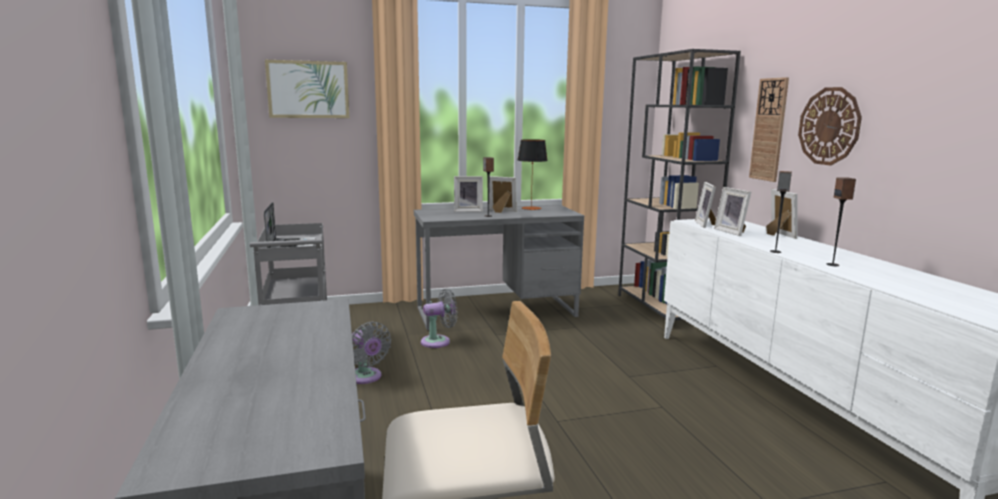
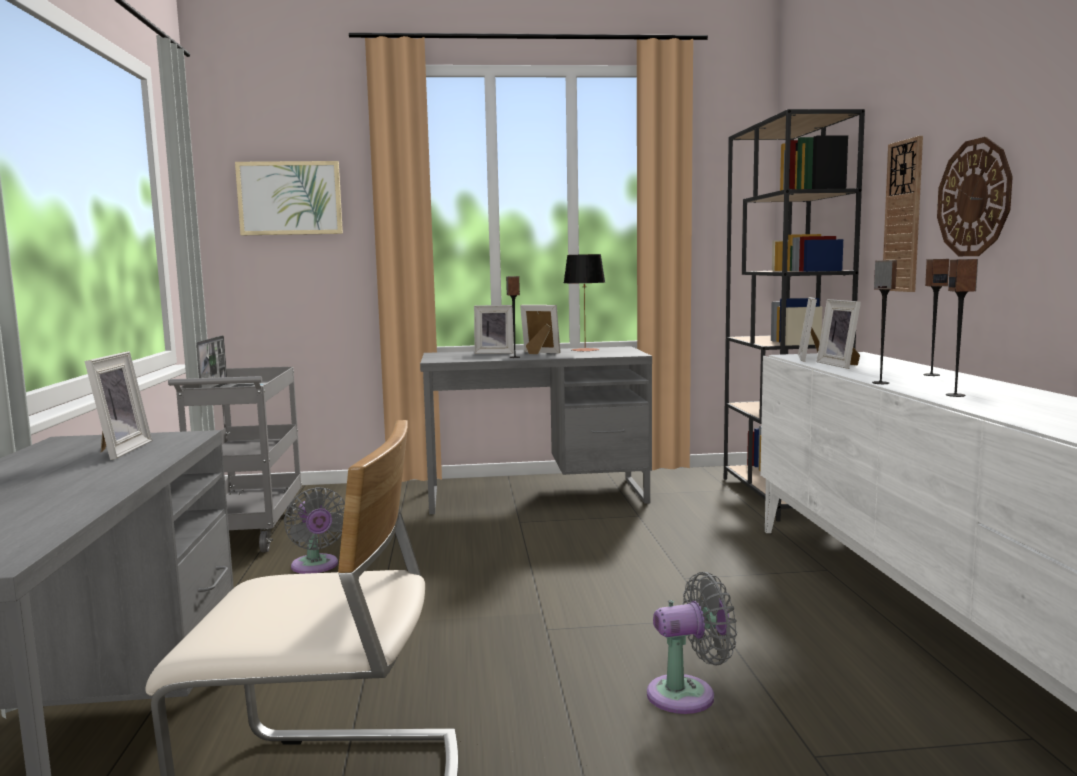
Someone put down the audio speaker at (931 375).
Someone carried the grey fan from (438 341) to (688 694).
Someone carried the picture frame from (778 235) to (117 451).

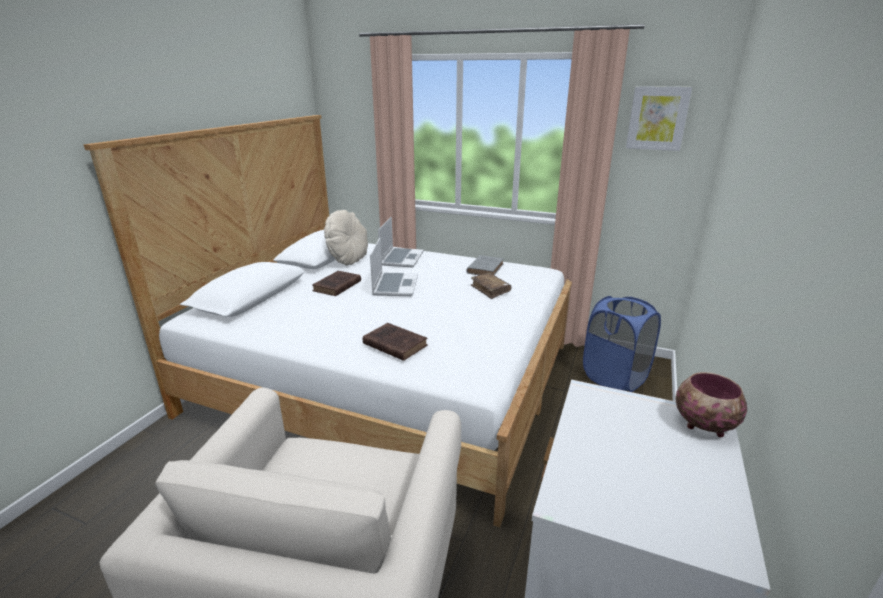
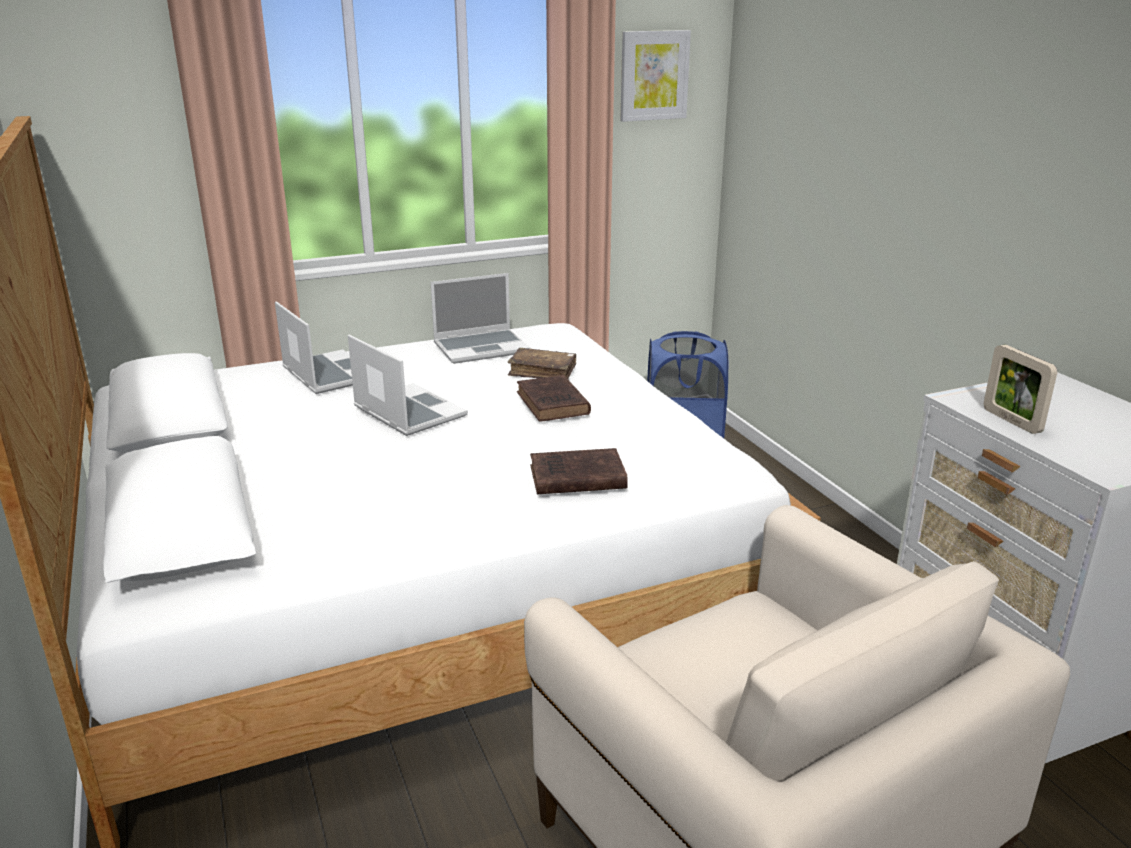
Someone took away the sand-coloured cushion at (348 261).
Someone took away the deep dish at (703 425).
Someone put down the picture frame at (1011 421).
Someone carried the brownish volume from (336 286) to (553 404).
Someone swapped the grey volume at (485 268) for the portable computer at (482 348).

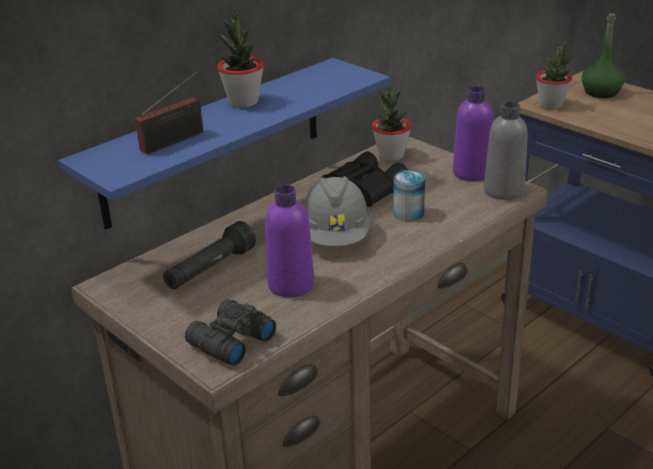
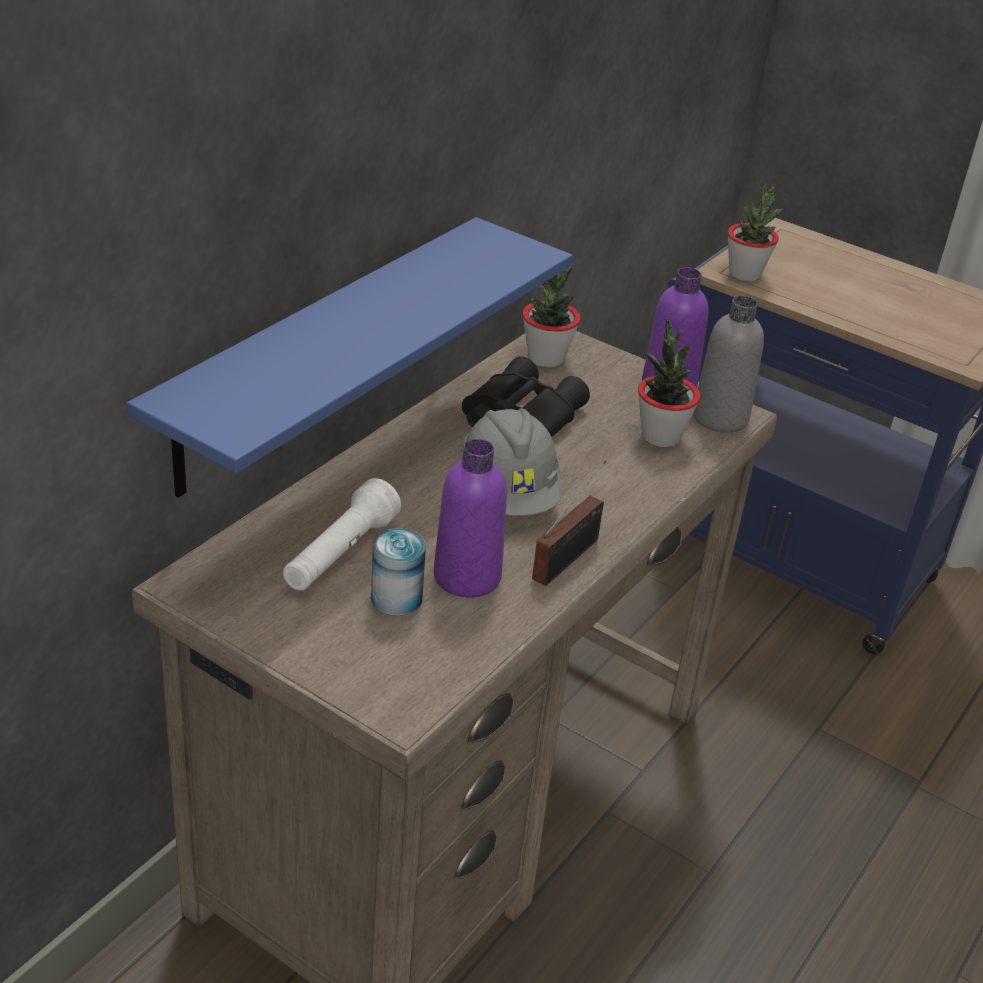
Someone took away the blackish field glasses at (229 341).
Someone took away the greenish drink bottle at (601 92).
Someone carried the radio set from (176 140) to (569 557).
Someone carried the plant in a pot from (243 102) to (660 436).
Someone carried the can from (408 213) to (396 598).
Someone repainted the blackish flashlight at (210 270), which became the white-coloured flashlight at (340 554).

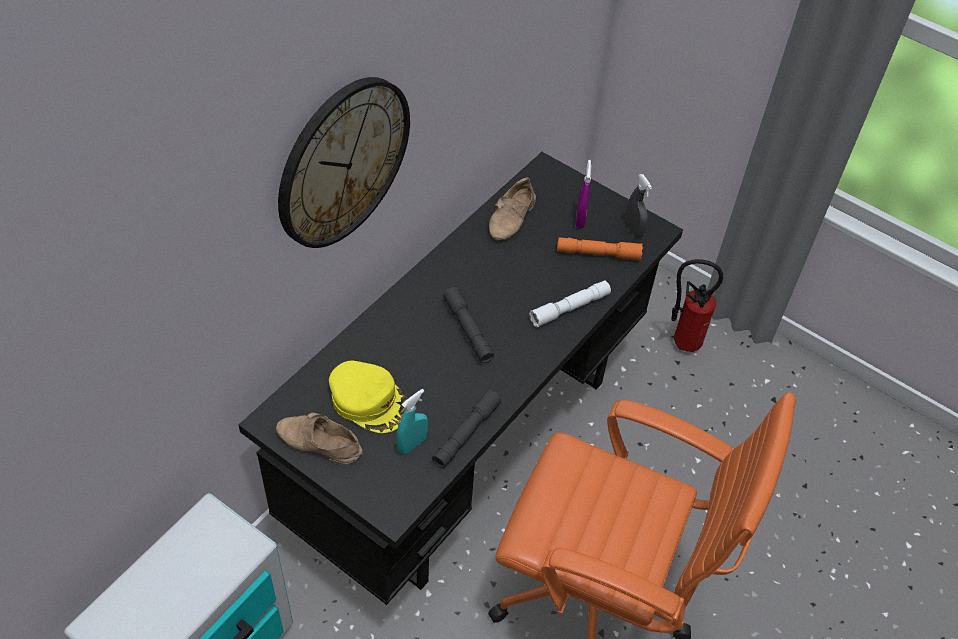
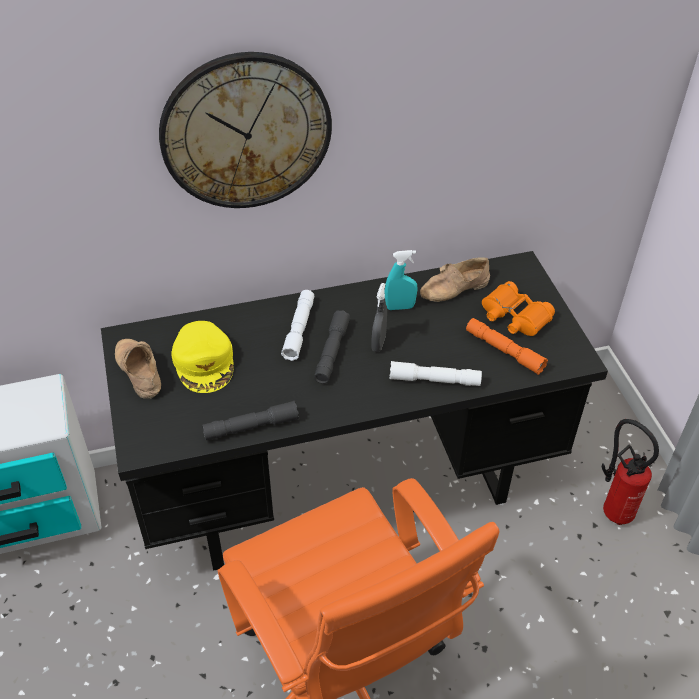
Someone put down the white-coloured flashlight at (299 329).
Someone carried the turquoise sprayer from (412 444) to (399 307).
Someone carried the grey sprayer from (633 230) to (378 343).
Someone swapped the purple-coloured sprayer at (580 219) for the orangey field glasses at (514 317).

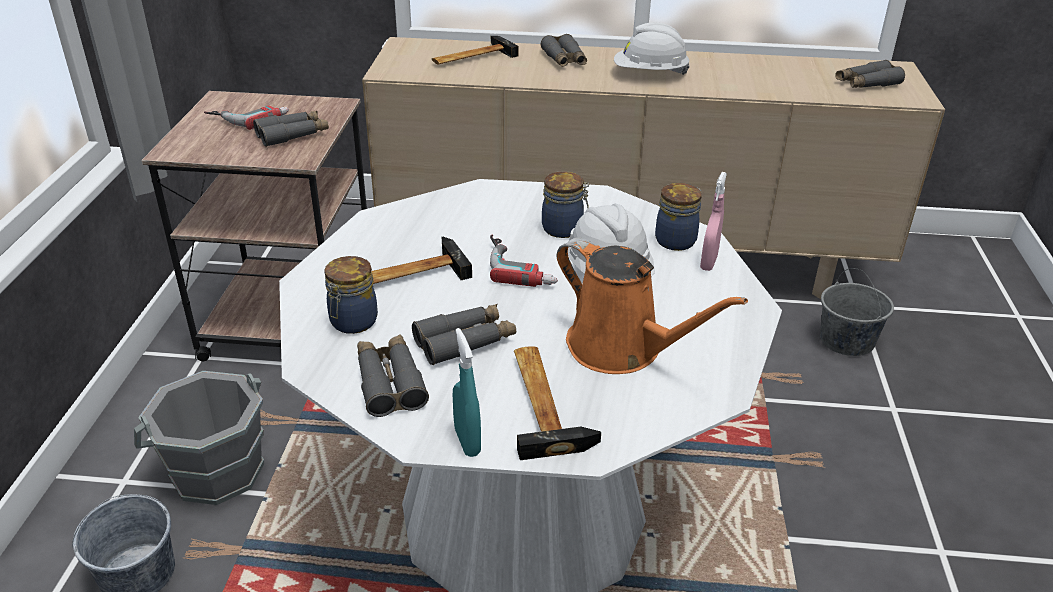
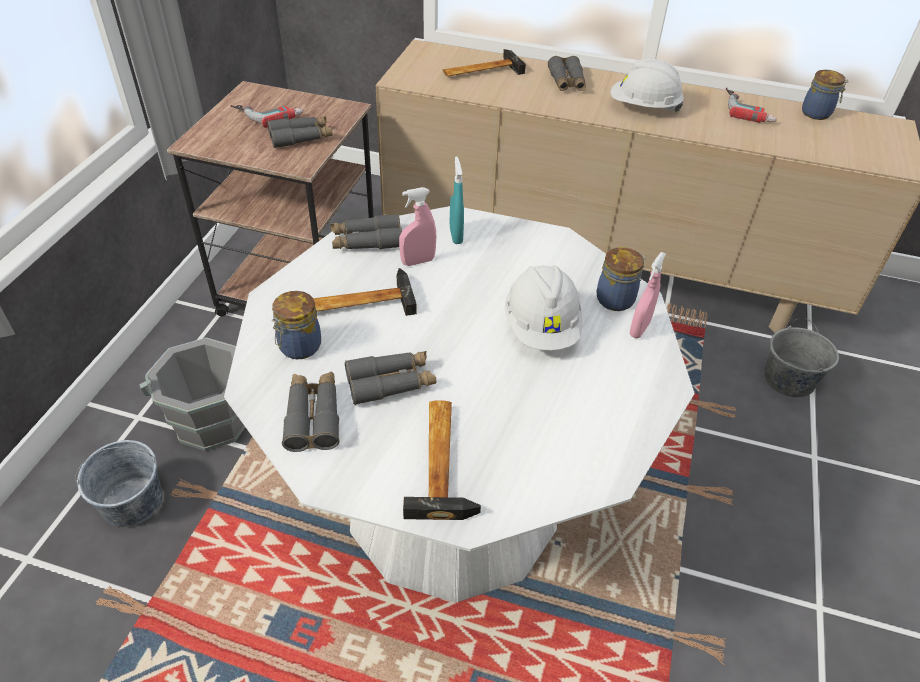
Someone took away the orangey watering pot at (621 349).
Someone put down the pinkish sprayer at (418 261).
Someone carried the turquoise sprayer from (467 441) to (456 235).
Someone carried the drill from (522 265) to (748 109).
Someone carried the preserve jar from (564 229) to (817 113).
Someone carried the grey field glasses from (867 83) to (367 241).

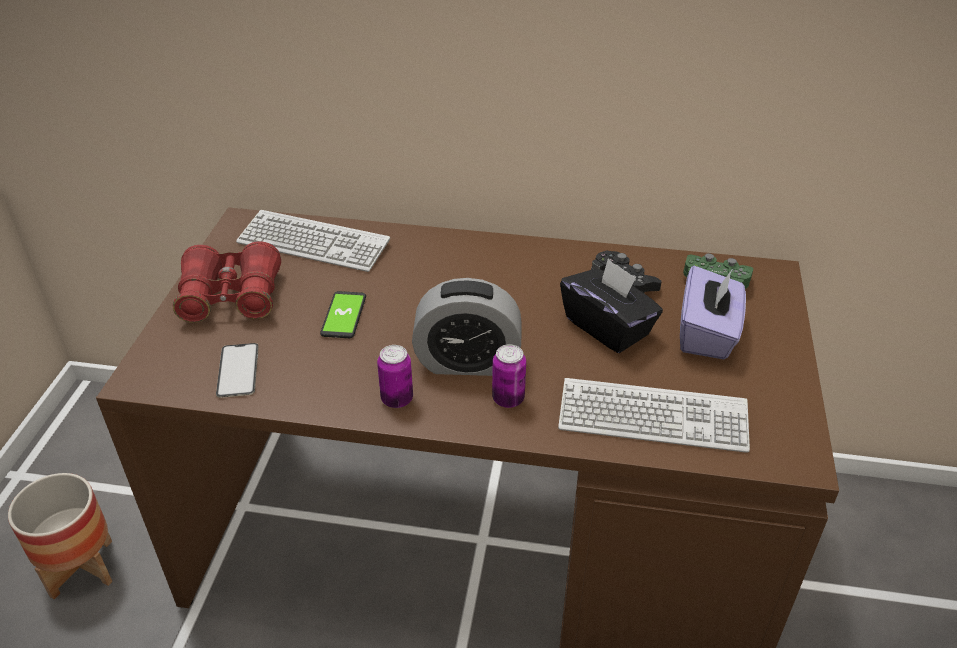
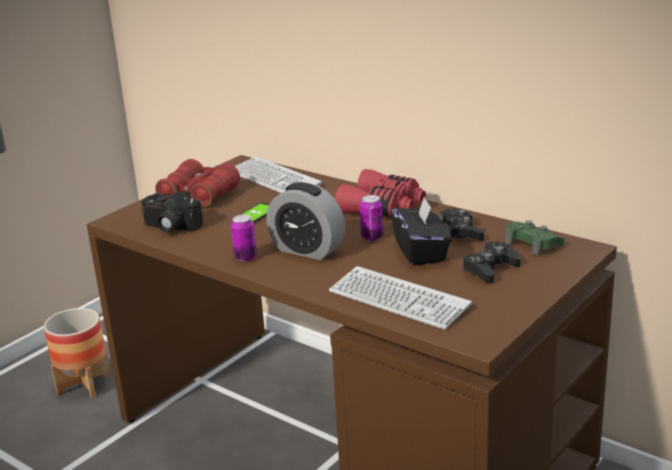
Someone put down the reddish field glasses at (384 208).
Someone carried the can from (508 399) to (372 237).
Someone swapped the phone at (238 370) for the still camera at (170 227).
Someone swapped the purple-coloured tissue box at (707 334) for the blackish joypad at (490 269).

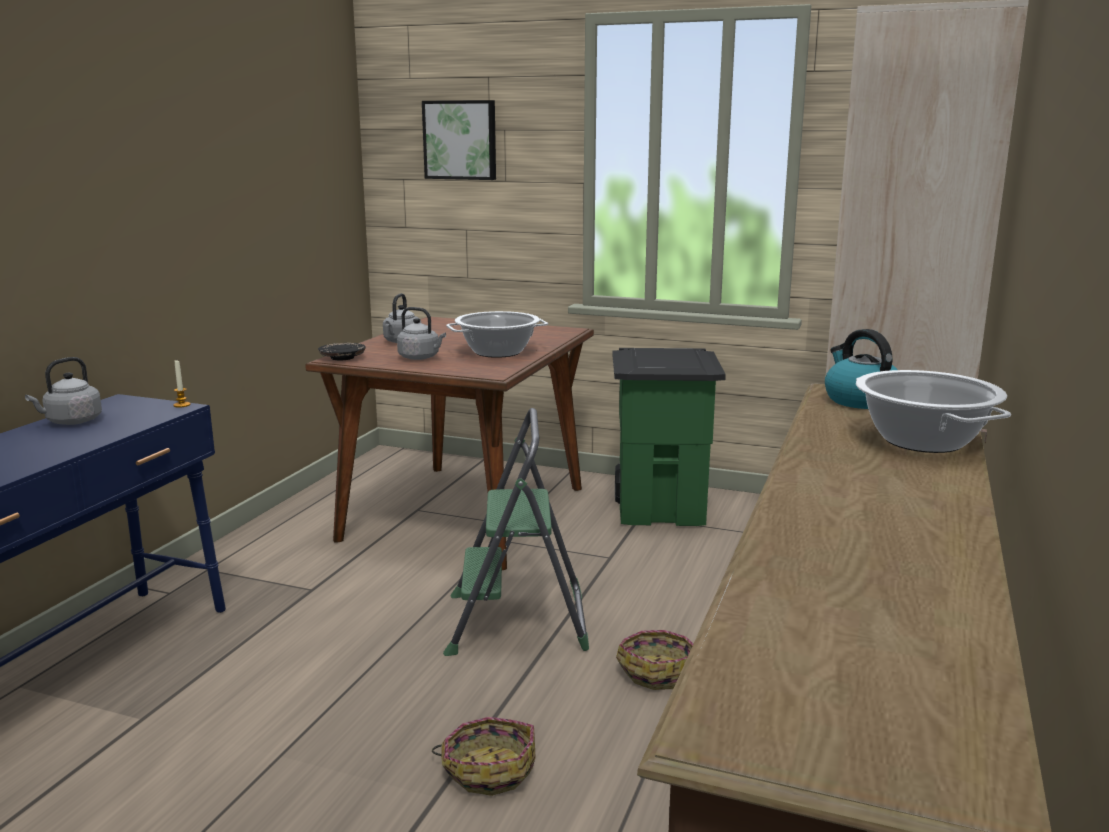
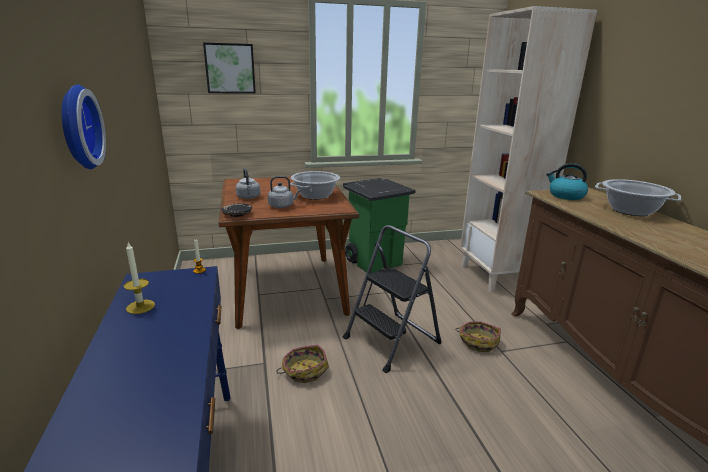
Someone put up the wall clock at (76 128).
Someone carried the household basket from (488 769) to (304 370).
Someone swapped the grey water kettle at (71 422) for the candle at (140 306).
Someone repainted the greenish stepladder at (523 621), which became the blackish stepladder at (395 339).

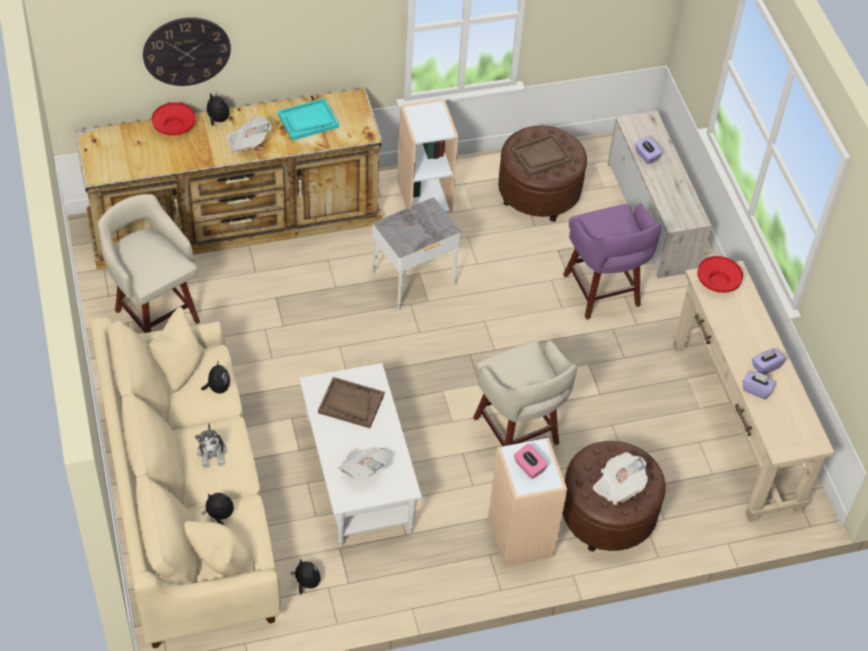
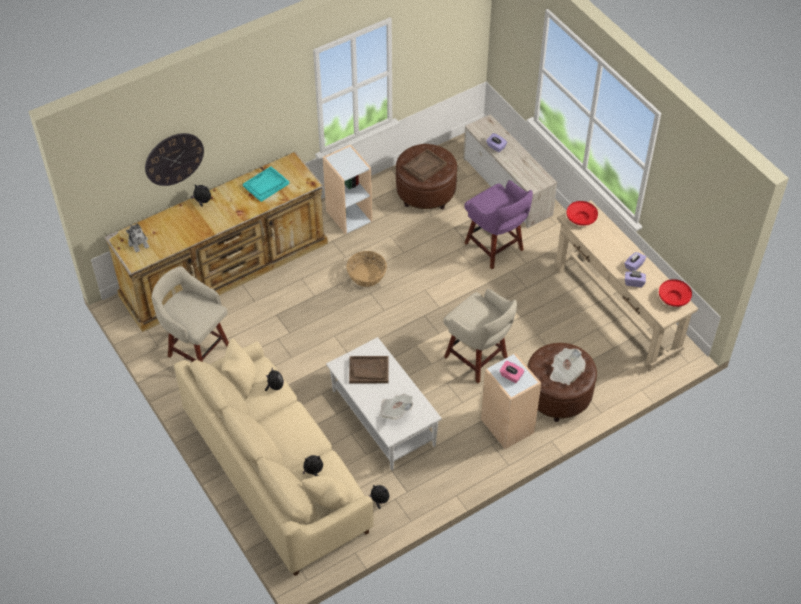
Someone took away the daily paper at (248 143).
Someone carried the reddish deep dish from (174 127) to (673 298).
Someone carried the cuddly toy from (212 453) to (138 242).
Someone swapped the side table at (415 279) for the household basket at (366 275).

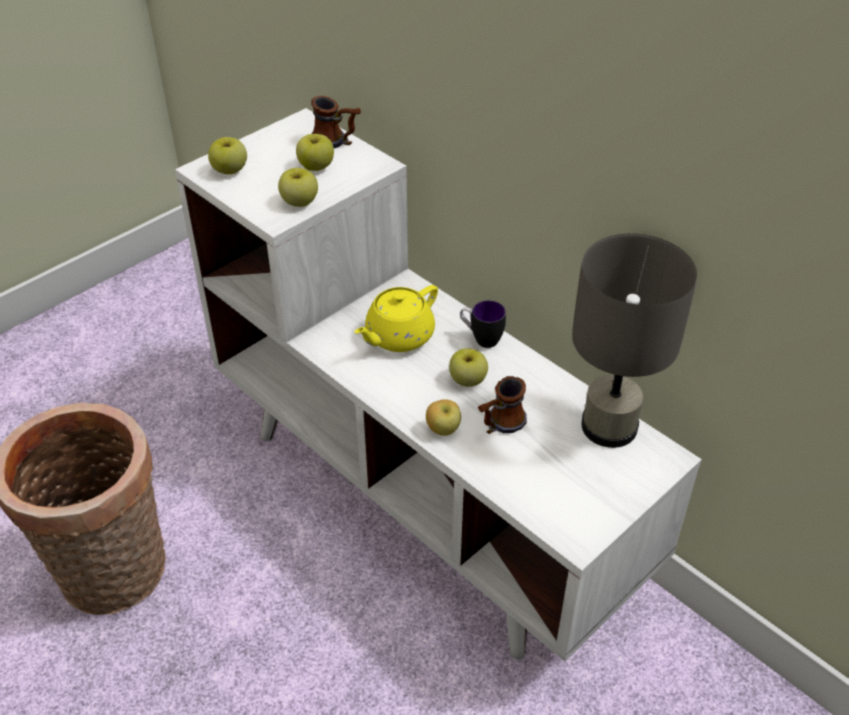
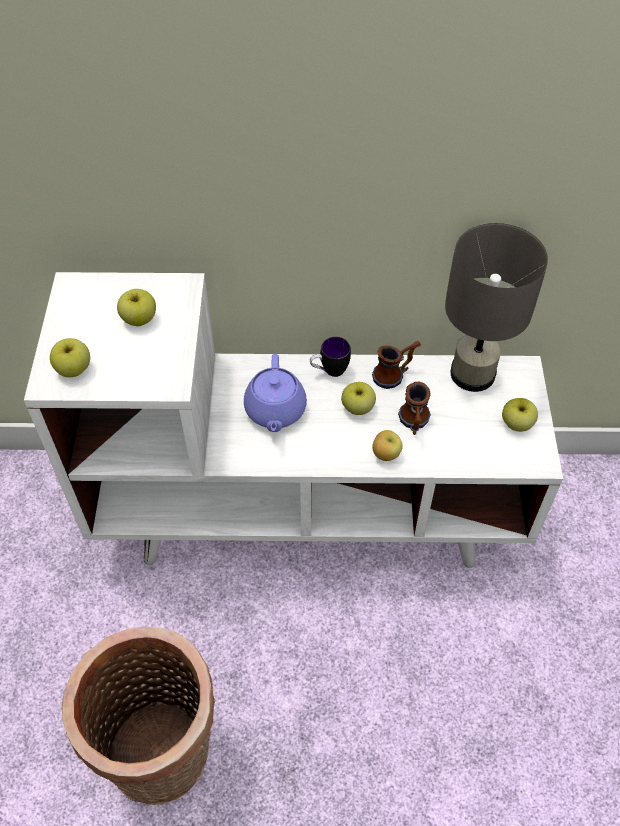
Someone carried the apple from (299 202) to (516 424).
Someone carried the coffee mug from (336 142) to (395 374).
Someone repainted the yellow-coloured tea pot at (398 337), which became the purple-coloured tea pot at (275 411).

